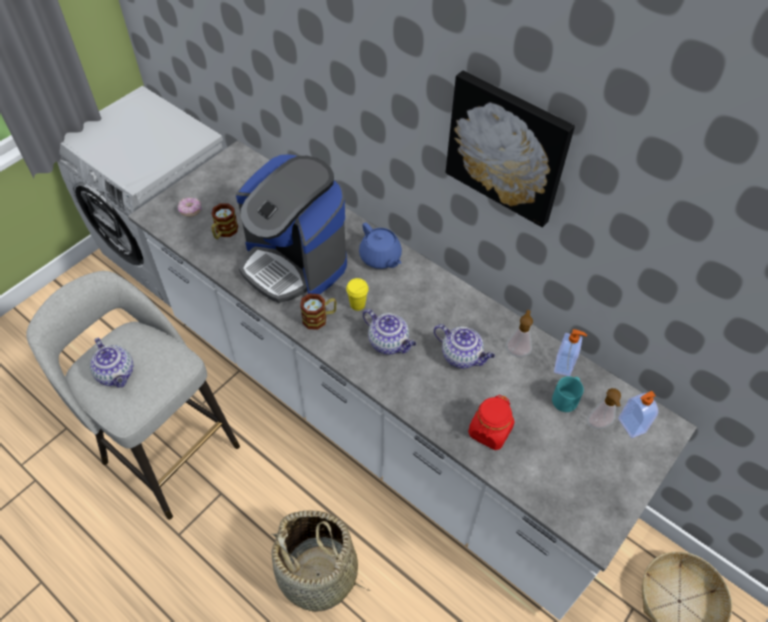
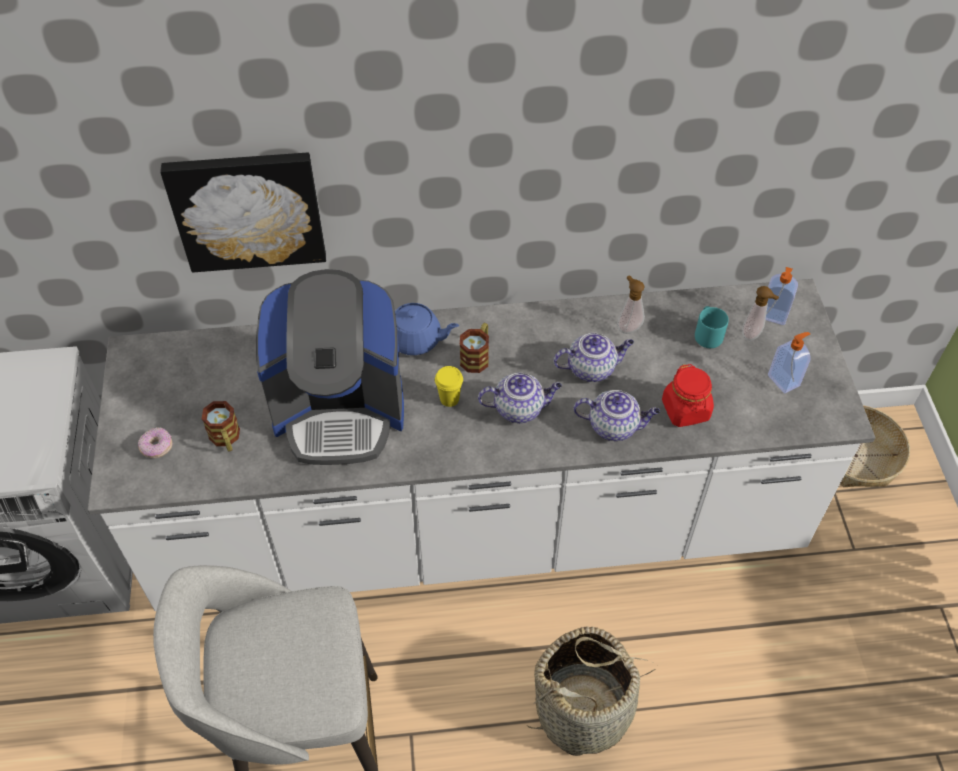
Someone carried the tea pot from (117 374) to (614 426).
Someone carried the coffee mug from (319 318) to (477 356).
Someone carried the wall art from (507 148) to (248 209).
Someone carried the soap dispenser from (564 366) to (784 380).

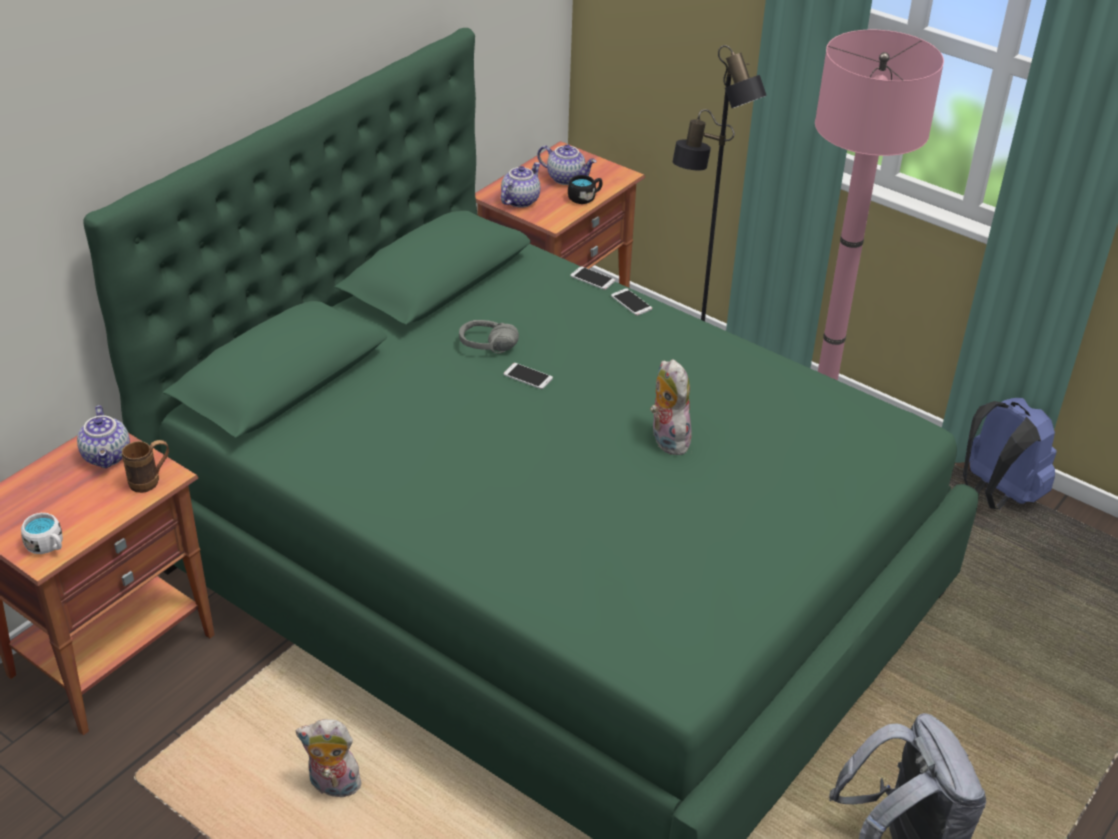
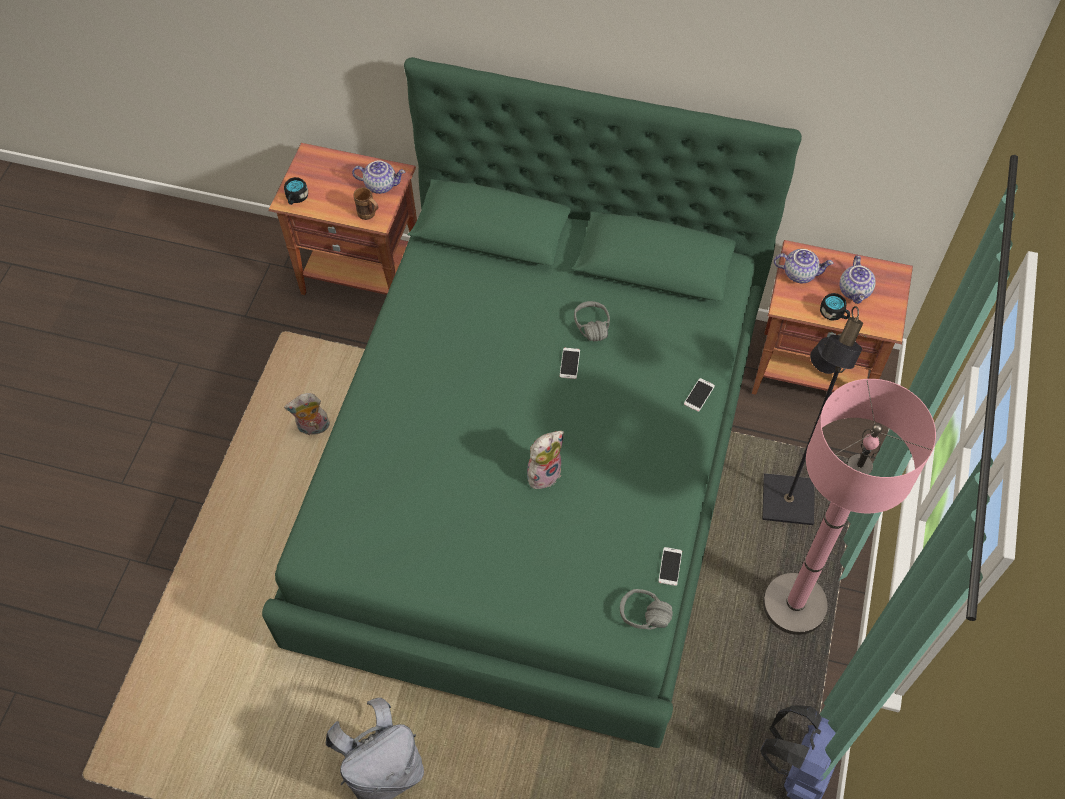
Someone put down the grey pair of headphones at (643 622).
Someone carried the phone from (592 278) to (670 566).
Someone repainted the white-coloured coffee mug at (48 546), which became the blackish coffee mug at (296 198).
Someone rotated the tea pot at (108 456) by 135 degrees counterclockwise.
Someone rotated the cuddly toy at (332 787) by 90 degrees counterclockwise.

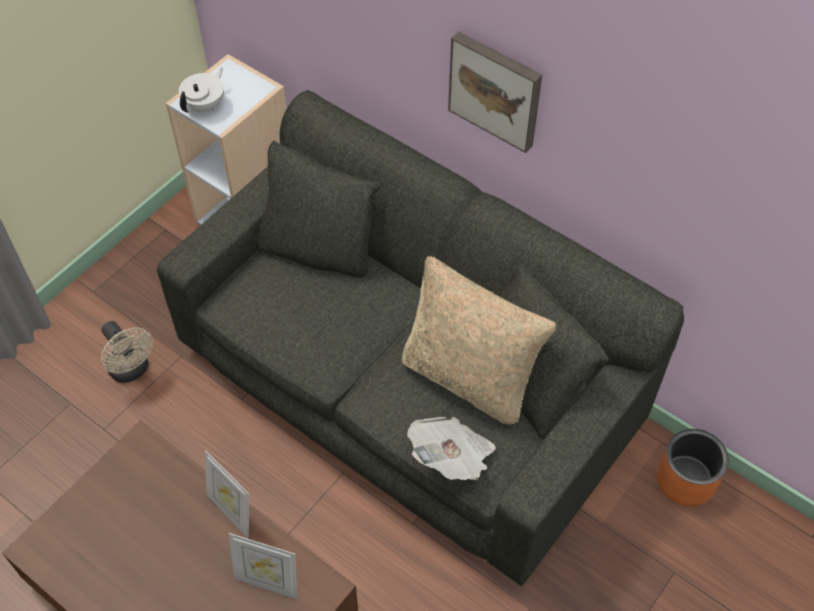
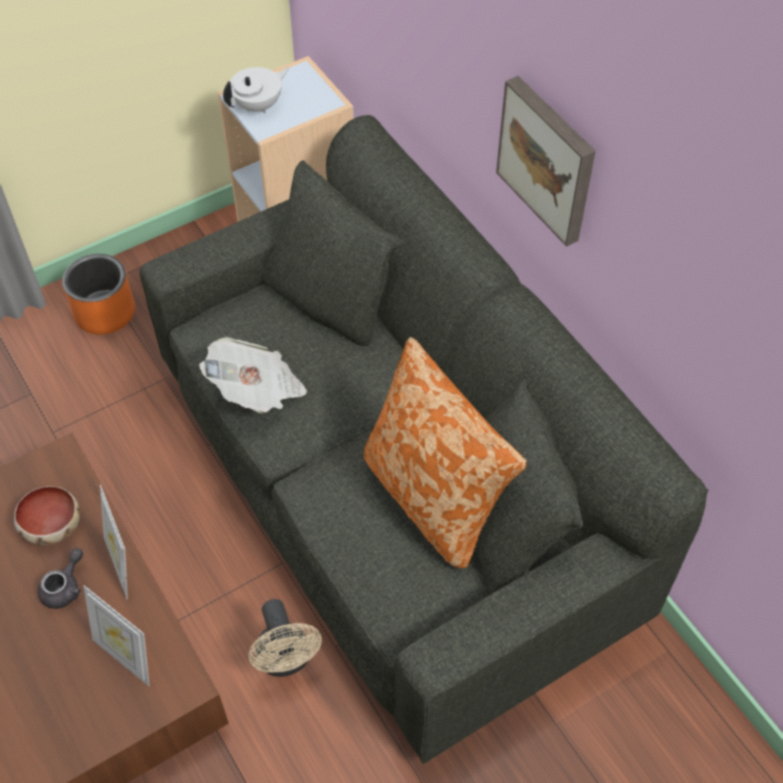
Someone put down the deep dish at (51 526).
Someone put down the grey tea pot at (65 587).
Someone carried the sand-coloured fan from (132 370) to (286 660).
Someone carried the daily paper from (452 458) to (257 390).
Someone carried the orangey planter from (686 480) to (105 312).
Someone repainted the sand-coloured cushion at (468 381), which became the orangey cushion at (432 501).

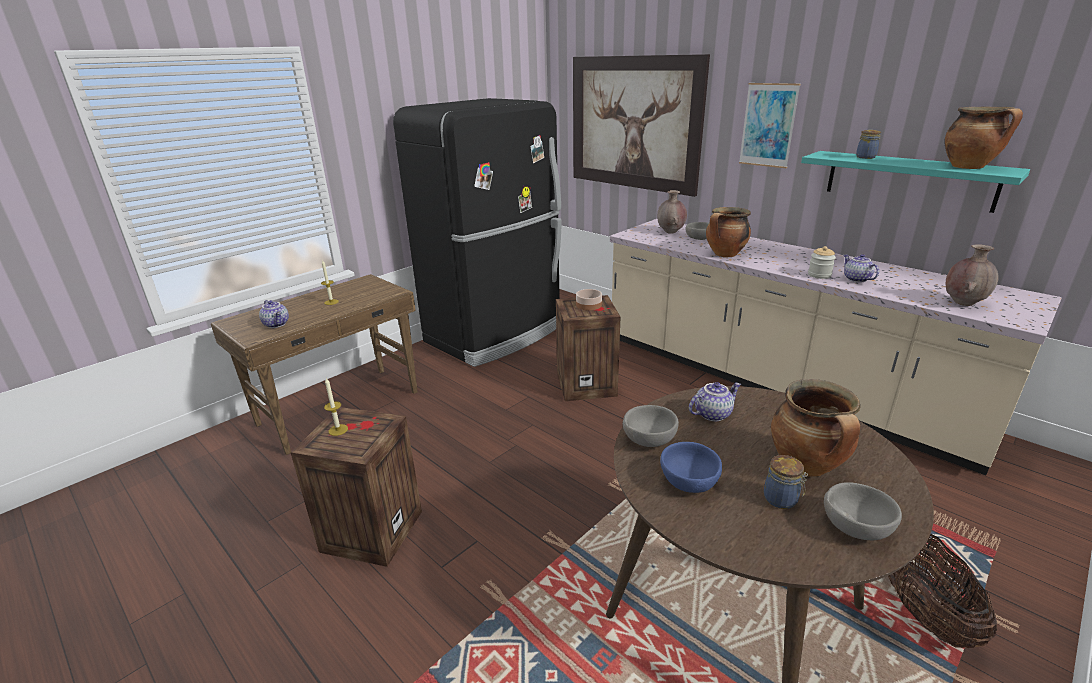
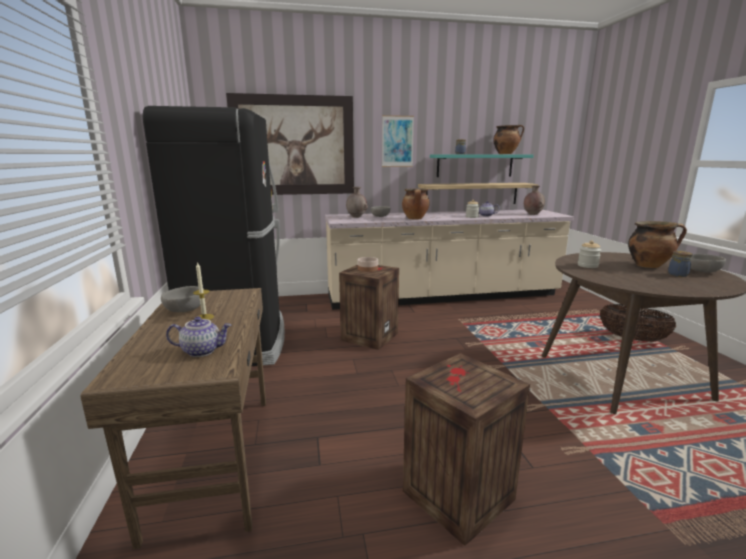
Someone took away the candle at (338 430).
Someone took away the bluish deep dish at (689 481).
Someone put up the wall shelf at (471 194).
Someone carried the grey deep dish from (650 440) to (186 310).
Someone swapped the tea pot at (712 414) for the preserve jar at (587 266).

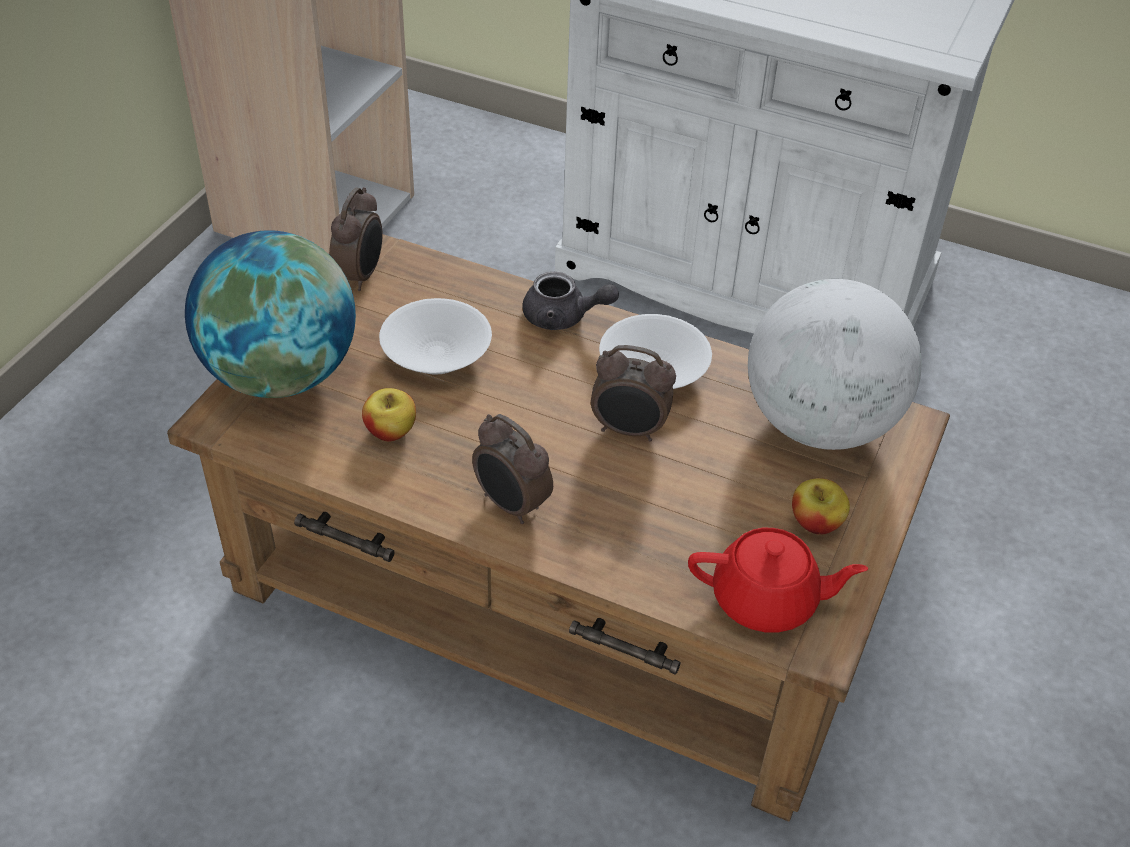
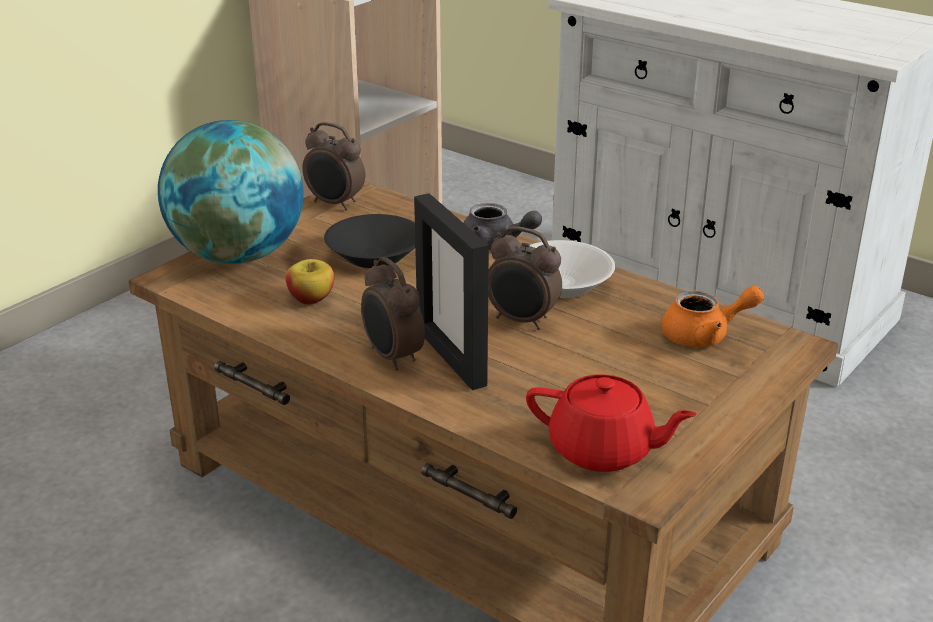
Someone took away the apple at (816 522).
Someone put down the picture frame at (453 356).
Someone swapped the desk globe at (820 423) for the orangey tea pot at (705 335).
Someone repainted the white-coloured deep dish at (435 354), which became the blackish deep dish at (373 255).
Someone rotated the bedside clock at (361 276) by 90 degrees clockwise.

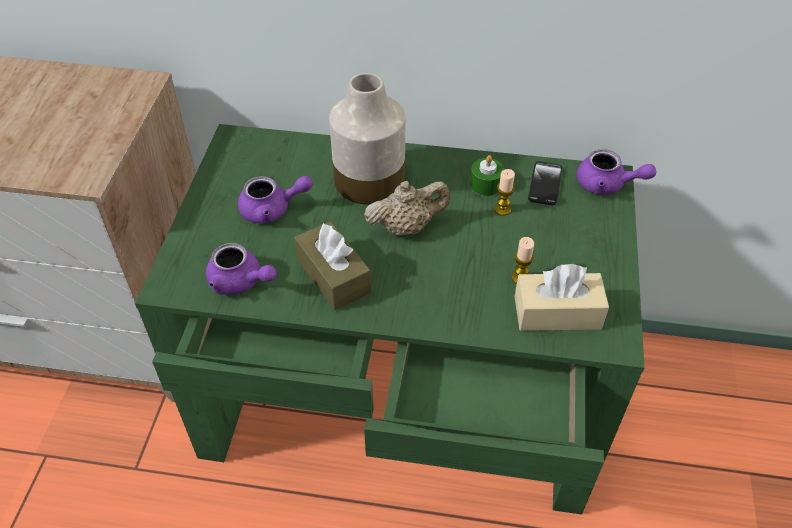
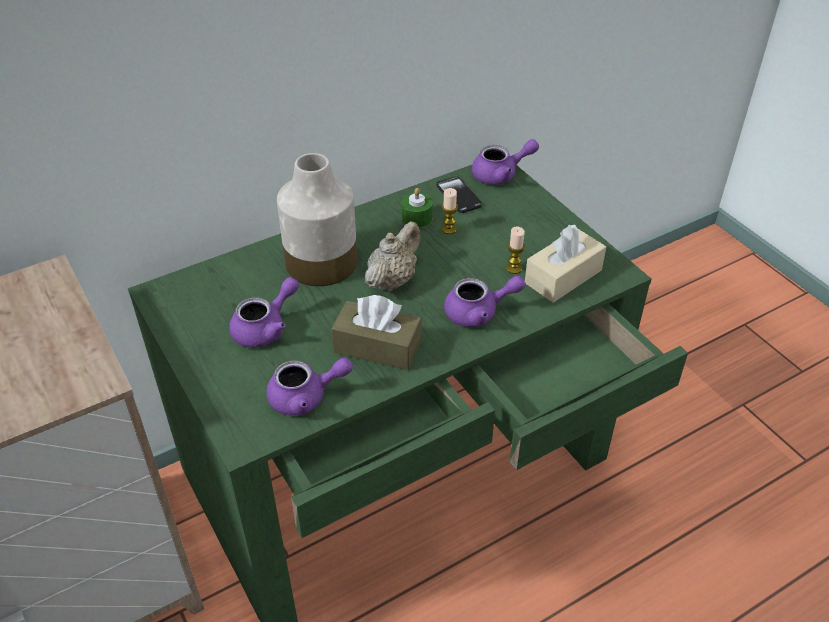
Someone put down the purple-coloured tea pot at (479 313).

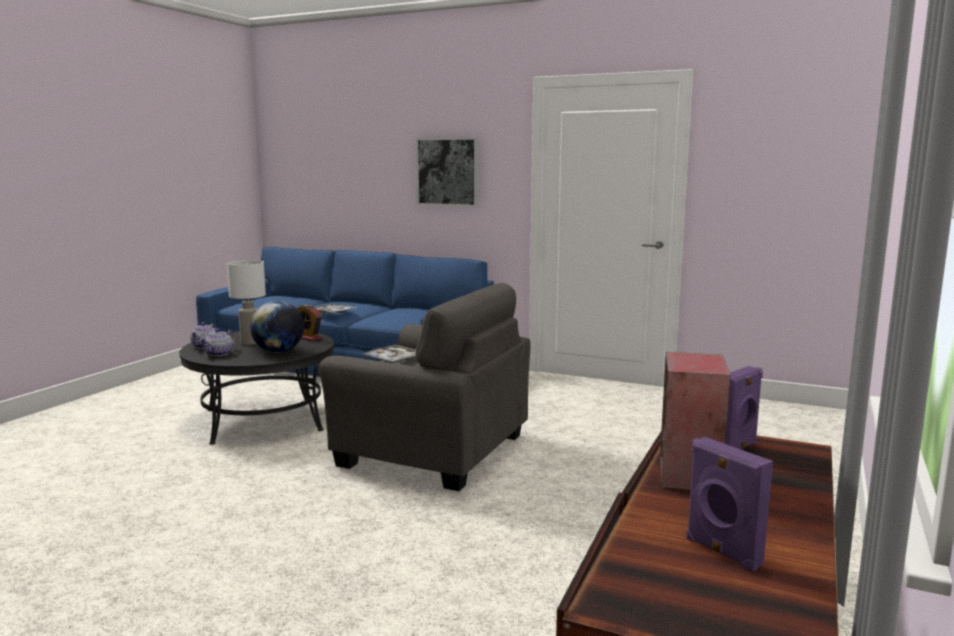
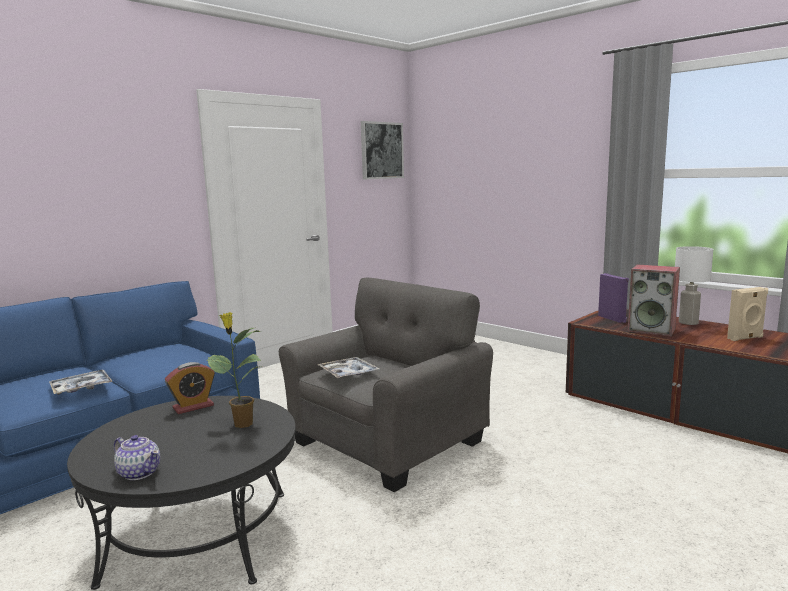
Someone took away the tea pot at (219 354).
Someone carried the white-coloured table lamp from (250 343) to (689 323).
Someone carried the wall art from (447 171) to (381 150).
Someone swapped the desk globe at (278 352) for the plant in a pot at (242 424).
Someone repainted the purple-coloured audio speaker at (721 552), which became the sand-coloured audio speaker at (746 338).

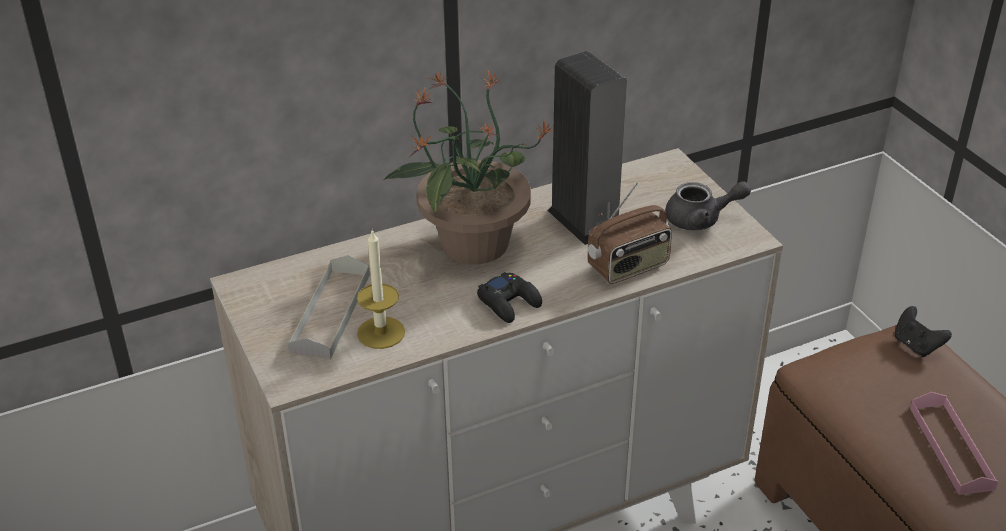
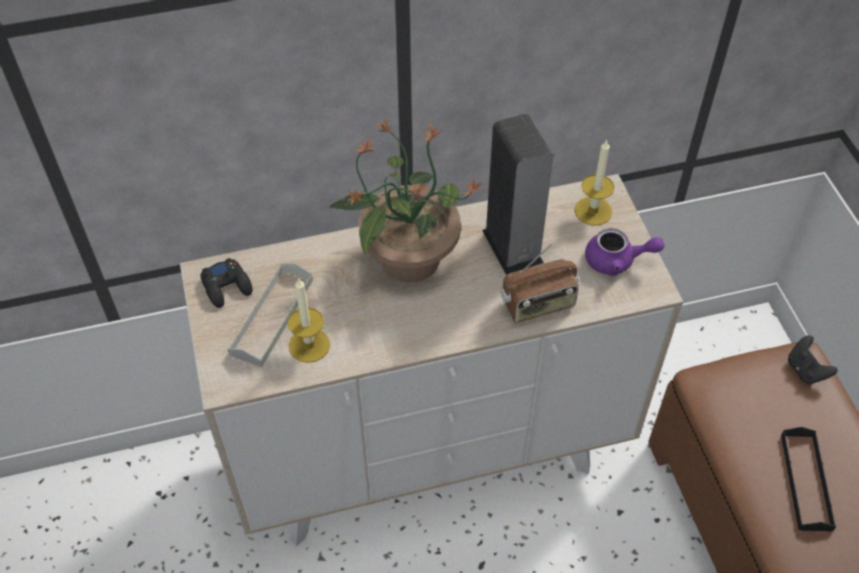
Someone put down the candle at (593 211).
Someone carried the blackish joypad from (509 303) to (227 286).
Someone repainted the grey tea pot at (701 219), which became the purple-coloured tea pot at (617 261).
Someone repainted the pinkish tray at (951 448), which became the blackish tray at (806 481).

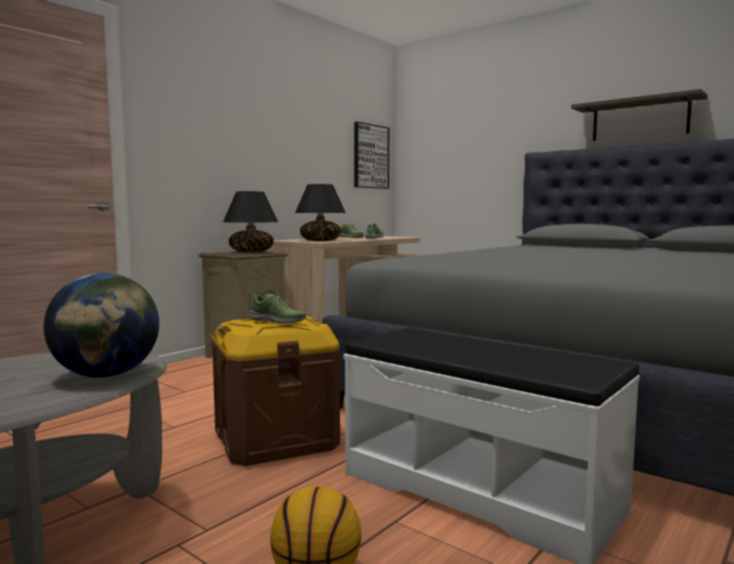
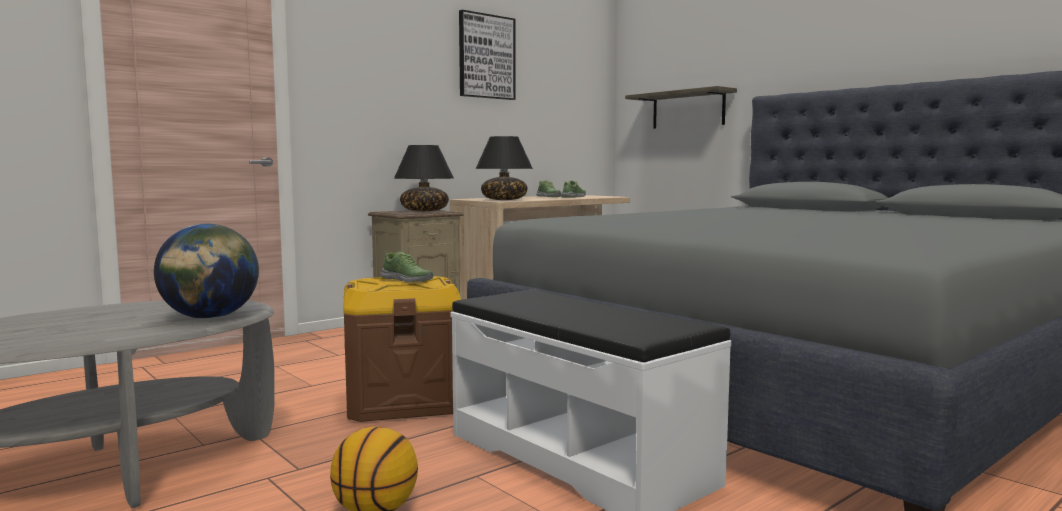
Someone carried the wall art from (370 156) to (486 56).
Someone carried the wall shelf from (640 119) to (688 109).

